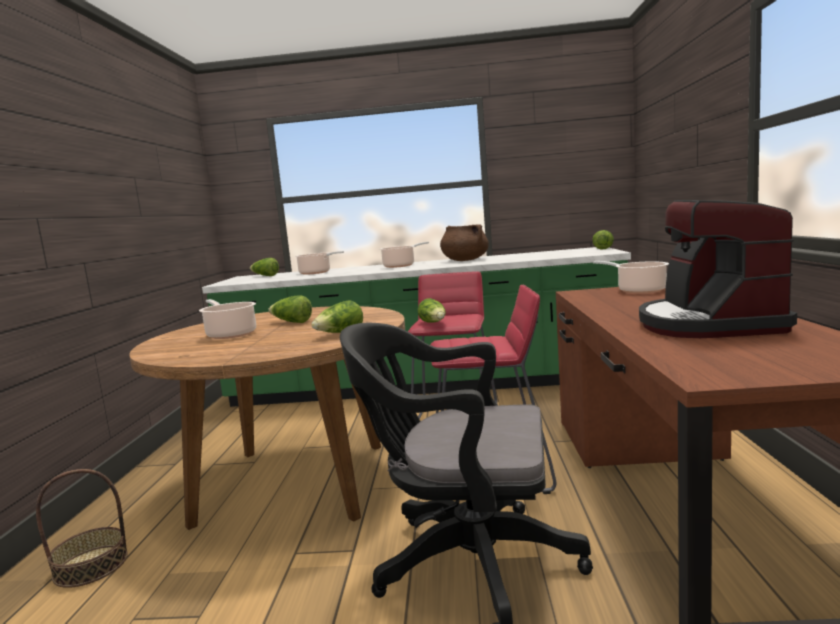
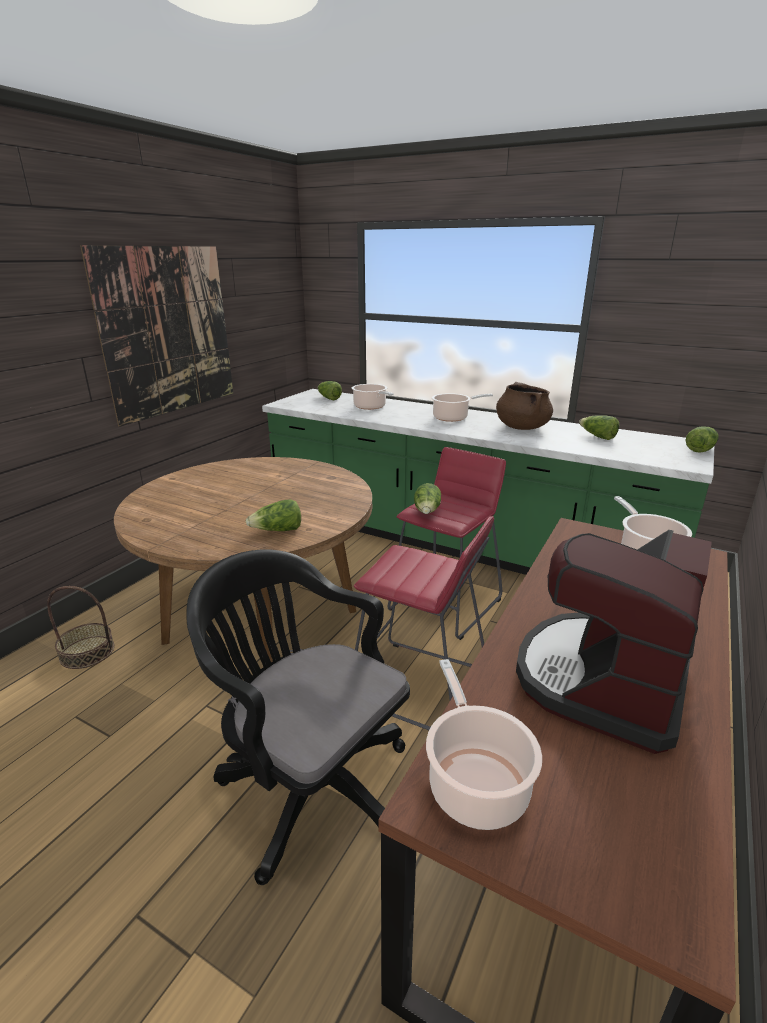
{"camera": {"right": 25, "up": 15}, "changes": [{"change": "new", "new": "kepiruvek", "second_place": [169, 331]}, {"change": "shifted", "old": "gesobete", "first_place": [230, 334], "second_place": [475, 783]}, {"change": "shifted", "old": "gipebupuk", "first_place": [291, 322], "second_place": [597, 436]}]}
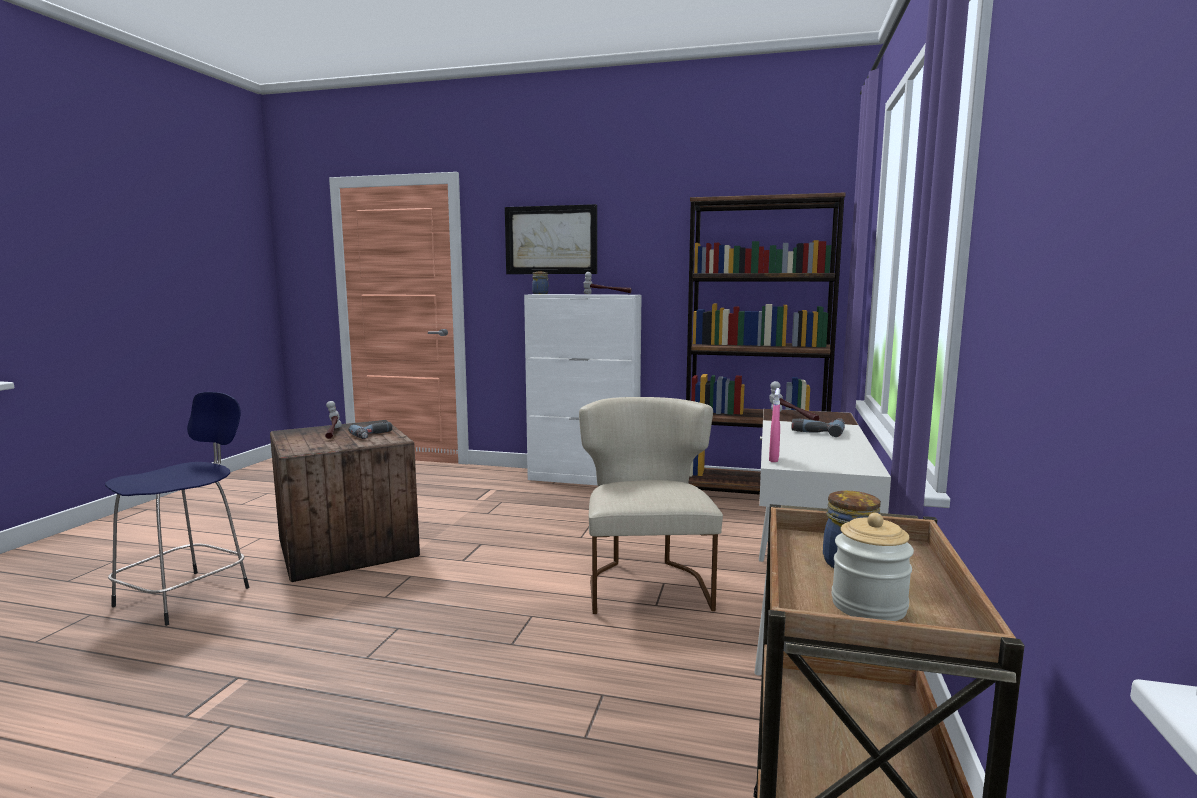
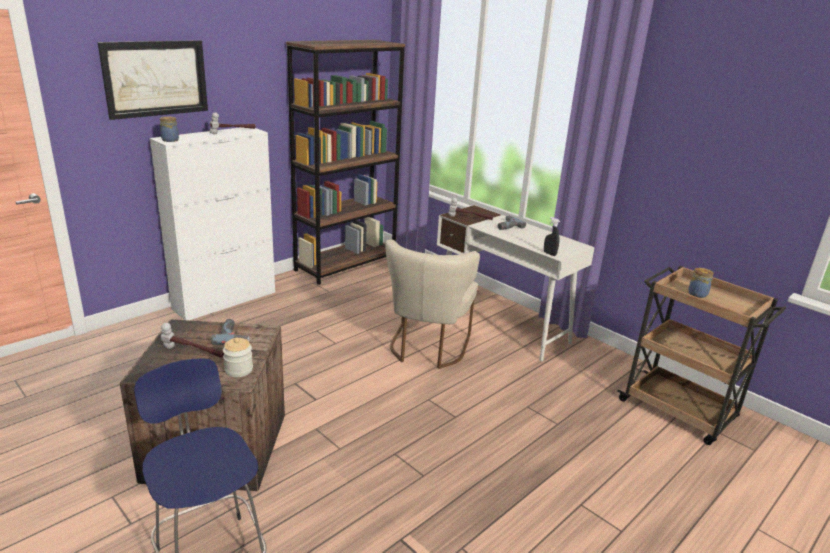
{"camera": {"right": -60, "up": 15}, "changes": [{"change": "shifted", "old": "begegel", "first_place": [868, 606], "second_place": [239, 370]}, {"change": "repainted", "old": "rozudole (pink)", "new": "rozudole (black)", "first_place": [774, 459], "second_place": [549, 254]}, {"change": "rotated", "old": "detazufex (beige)", "first_place": [646, 583], "second_place": [427, 349], "degrees": -105}]}
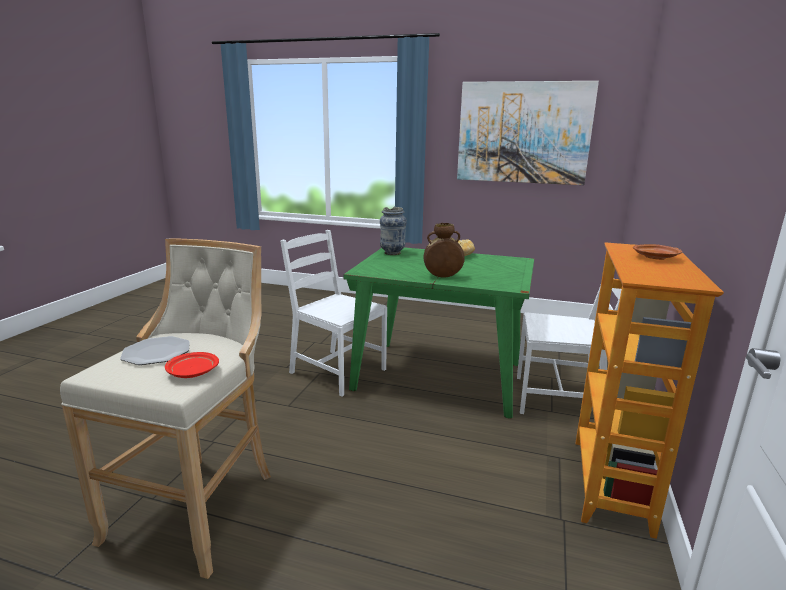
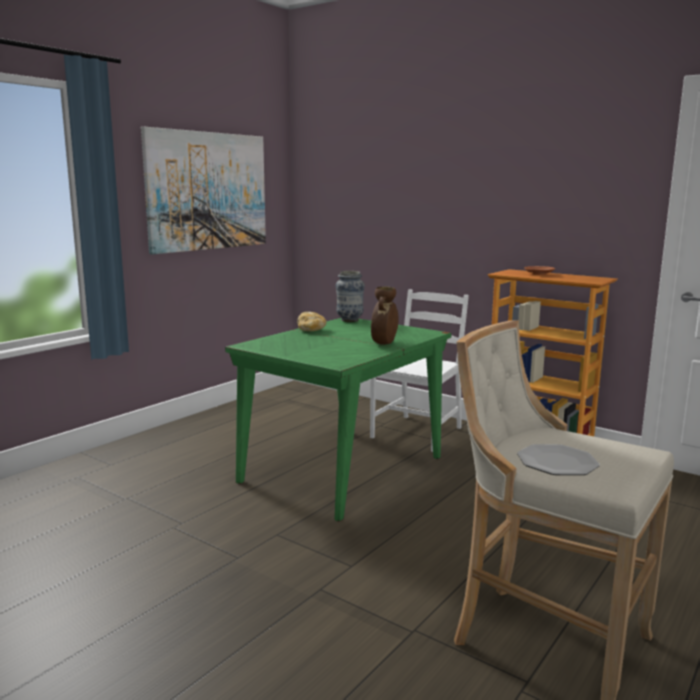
{"camera": {"right": -70, "up": -5}, "changes": [{"change": "gone", "old": "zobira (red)", "first_place": [192, 372]}, {"change": "gone", "old": "detazufex (white)", "first_place": [336, 371]}, {"change": "shifted", "old": "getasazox", "first_place": [392, 253], "second_place": [349, 320]}]}
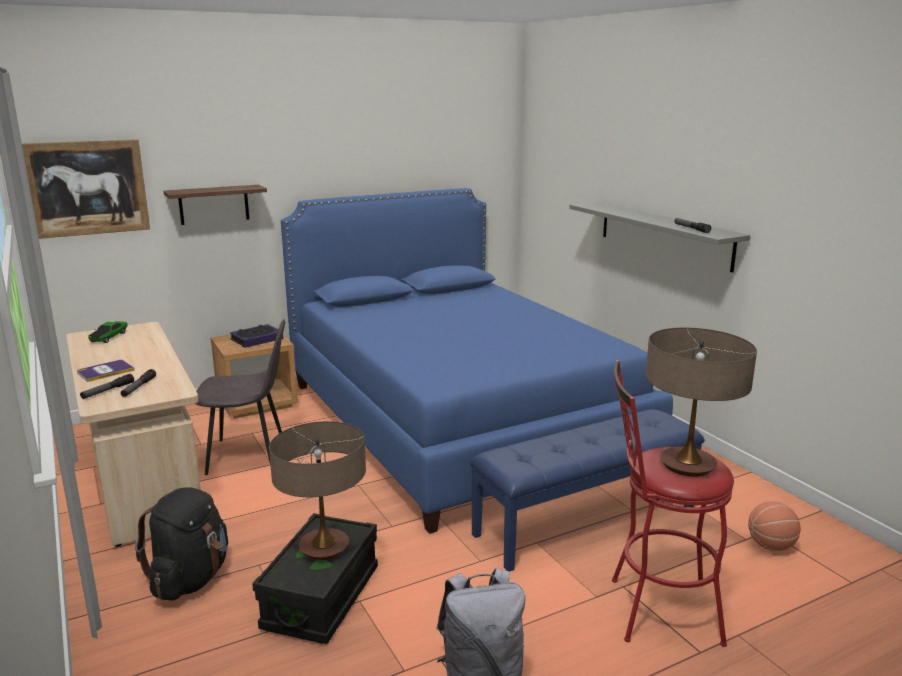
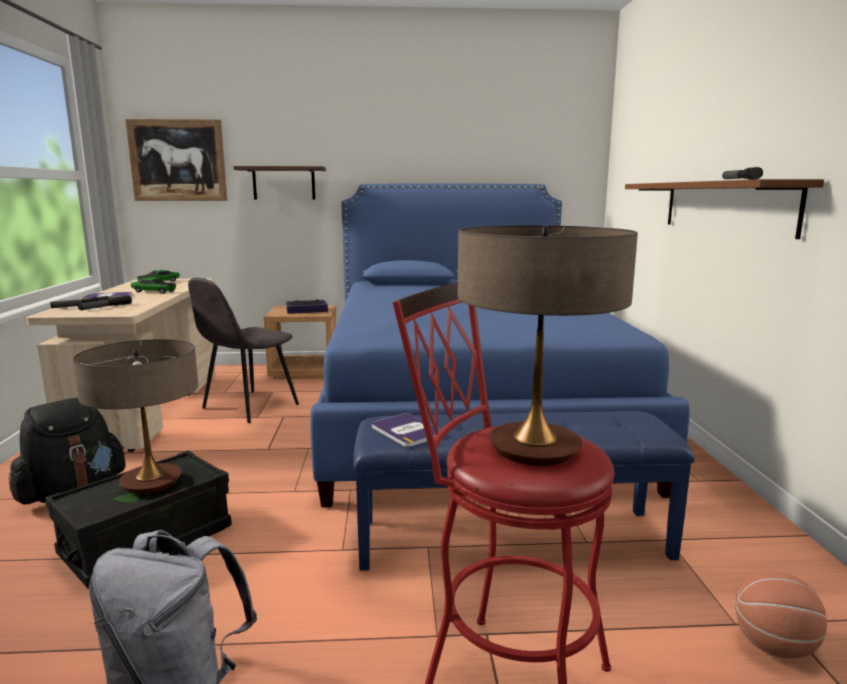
{"camera": {"right": 25, "up": -5}, "changes": [{"change": "new", "new": "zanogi", "second_place": [154, 291]}, {"change": "new", "new": "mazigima", "second_place": [406, 431]}, {"change": "repainted", "old": "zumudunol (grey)", "new": "zumudunol (brown)", "first_place": [663, 234], "second_place": [724, 206]}, {"change": "rotated", "old": "detazufex (grey)", "first_place": [249, 455], "second_place": [248, 407], "degrees": 105}]}
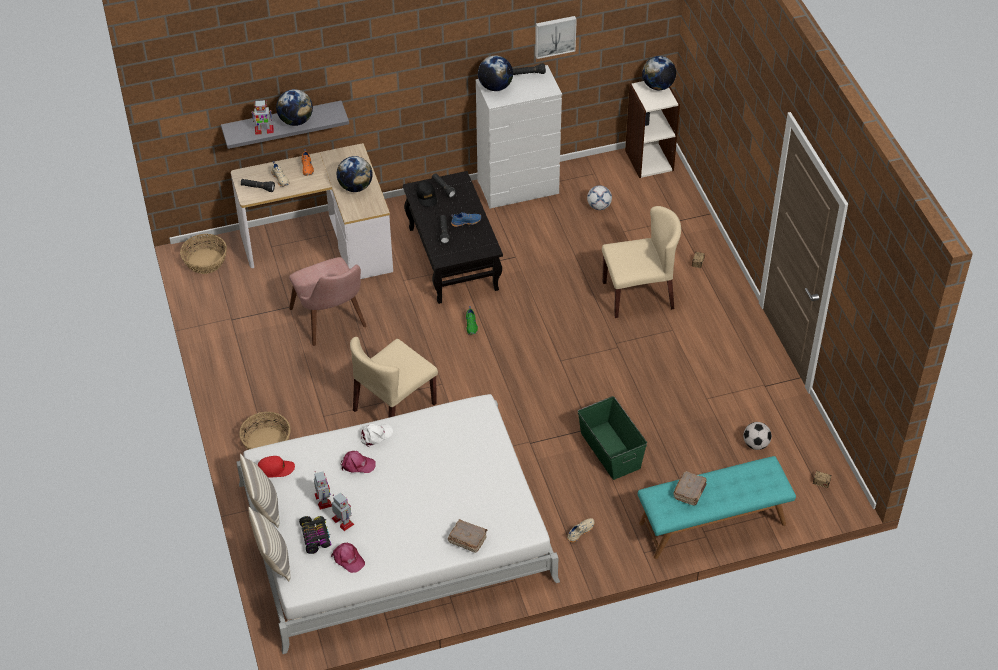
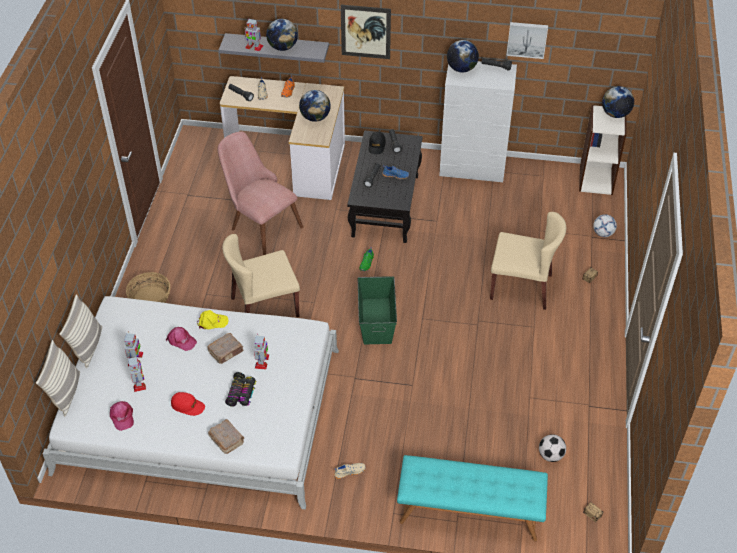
{"camera": {"right": 25, "up": 0}, "changes": [{"change": "gone", "old": "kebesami", "first_place": [205, 261]}, {"change": "new", "new": "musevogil", "second_place": [262, 361]}, {"change": "new", "new": "kepiruvek", "second_place": [365, 32]}, {"change": "shifted", "old": "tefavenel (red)", "first_place": [276, 469], "second_place": [188, 406]}, {"change": "shifted", "old": "zanogi", "first_place": [316, 537], "second_place": [242, 393]}, {"change": "shifted", "old": "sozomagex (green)", "first_place": [610, 450], "second_place": [376, 321]}, {"change": "shifted", "old": "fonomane", "first_place": [599, 206], "second_place": [603, 233]}, {"change": "shifted", "old": "mazigima (brown)", "first_place": [690, 492], "second_place": [226, 352]}, {"change": "repainted", "old": "tefavenel (white)", "new": "tefavenel (yellow)", "first_place": [376, 435], "second_place": [212, 322]}, {"change": "rotated", "old": "detazufex (pink)", "first_place": [333, 323], "second_place": [260, 224], "degrees": 135}]}
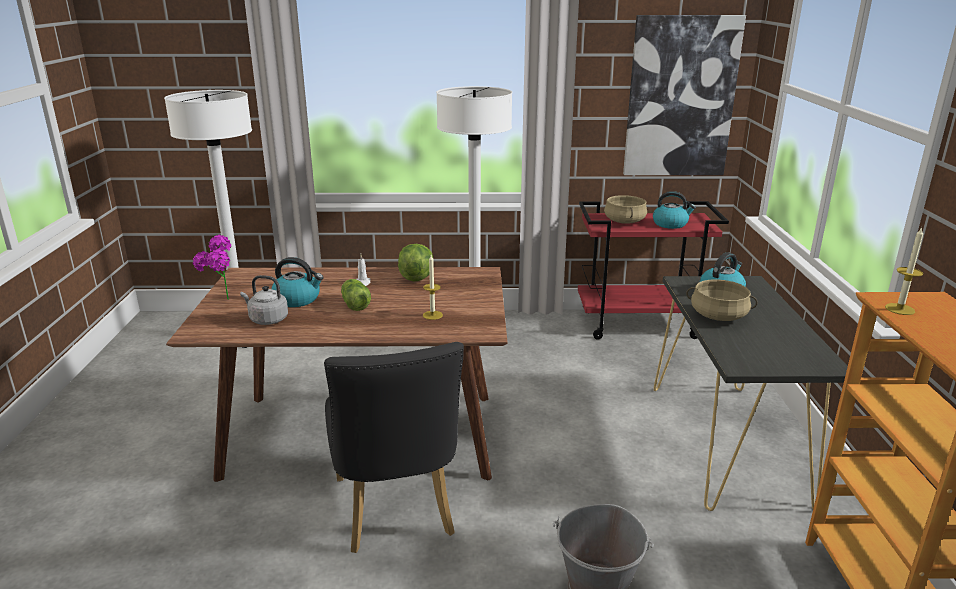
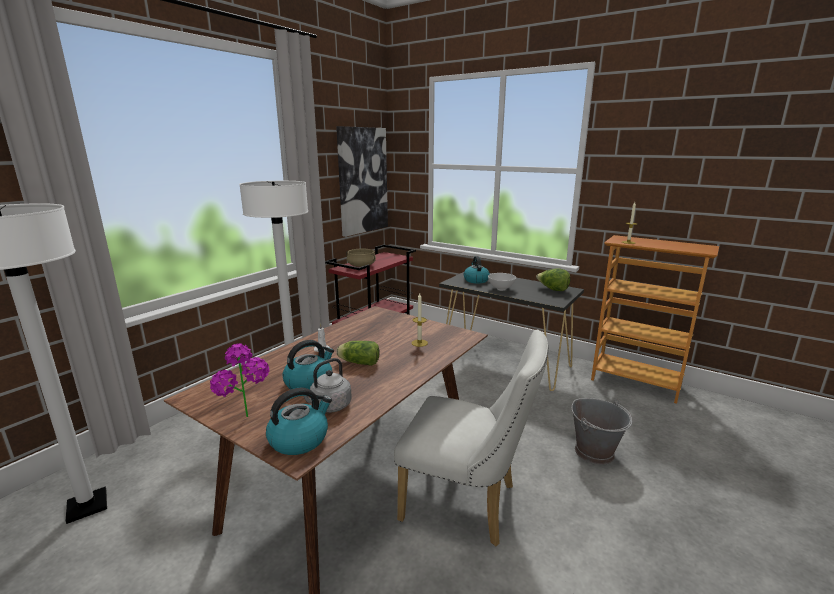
{"camera": {"right": -55, "up": -5}, "changes": [{"change": "shifted", "old": "gipebupuk", "first_place": [416, 276], "second_place": [552, 290]}, {"change": "shifted", "old": "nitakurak", "first_place": [670, 224], "second_place": [299, 439]}, {"change": "swapped", "old": "gesobete (beige)", "new": "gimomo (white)", "first_place": [718, 316], "second_place": [501, 289]}, {"change": "repainted", "old": "detazufex (black)", "new": "detazufex (white)", "first_place": [396, 513], "second_place": [467, 504]}]}
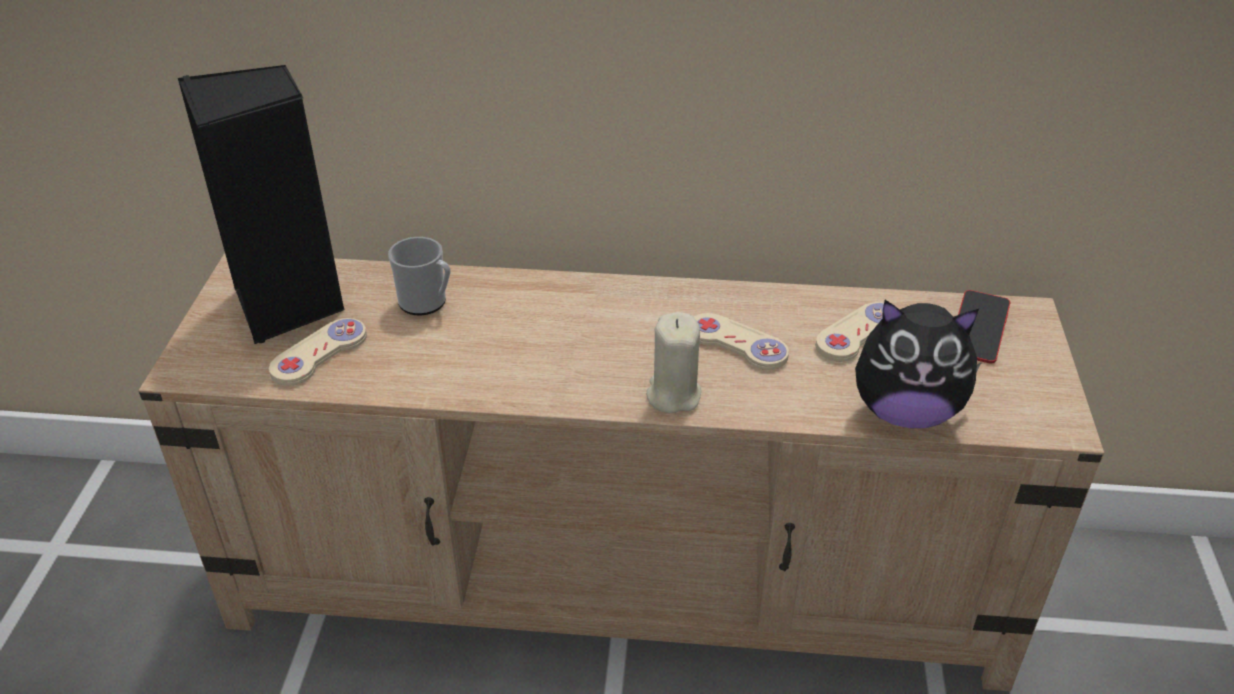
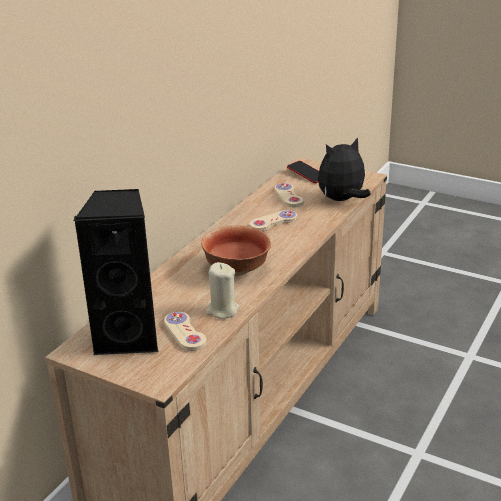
{"camera": {"right": -65, "up": -10}, "changes": [{"change": "gone", "old": "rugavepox", "first_place": [427, 303]}, {"change": "new", "new": "gimomo", "second_place": [237, 269]}, {"change": "shifted", "old": "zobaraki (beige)", "first_place": [673, 394], "second_place": [222, 310]}, {"change": "rotated", "old": "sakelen", "first_place": [905, 411], "second_place": [342, 200], "degrees": -150}]}
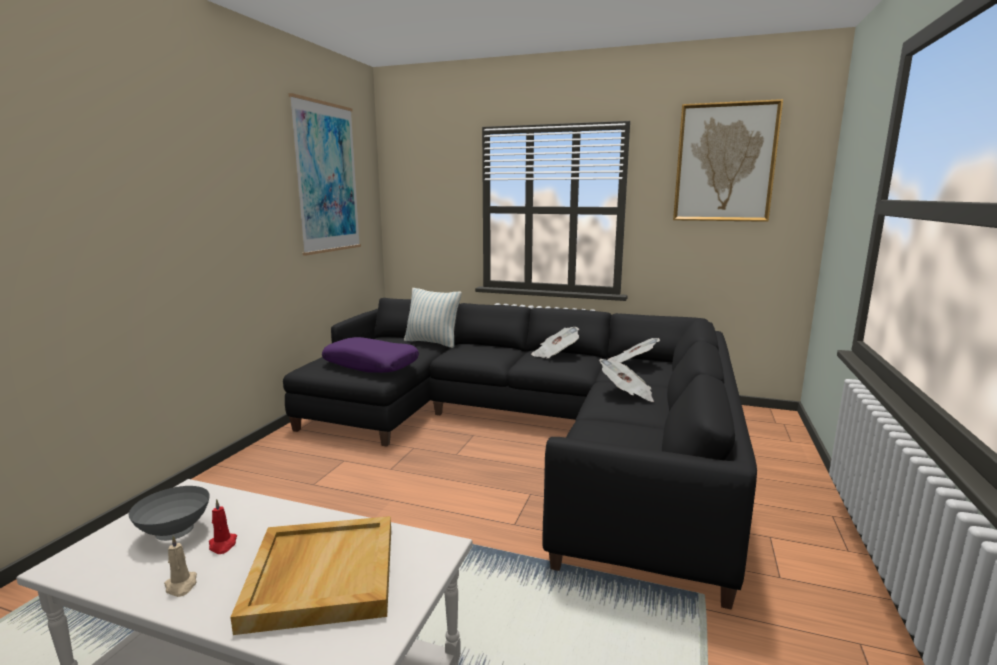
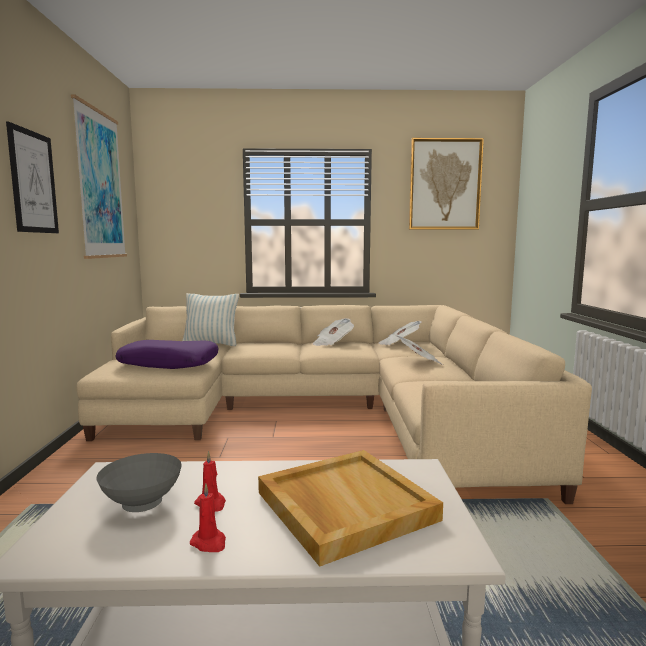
{"camera": {"right": -20, "up": -5}, "changes": [{"change": "new", "new": "kepiruvek", "second_place": [33, 182]}, {"change": "repainted", "old": "zobaraki (beige)", "new": "zobaraki (red)", "first_place": [181, 585], "second_place": [209, 543]}, {"change": "repainted", "old": "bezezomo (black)", "new": "bezezomo (beige)", "first_place": [529, 430], "second_place": [322, 411]}]}
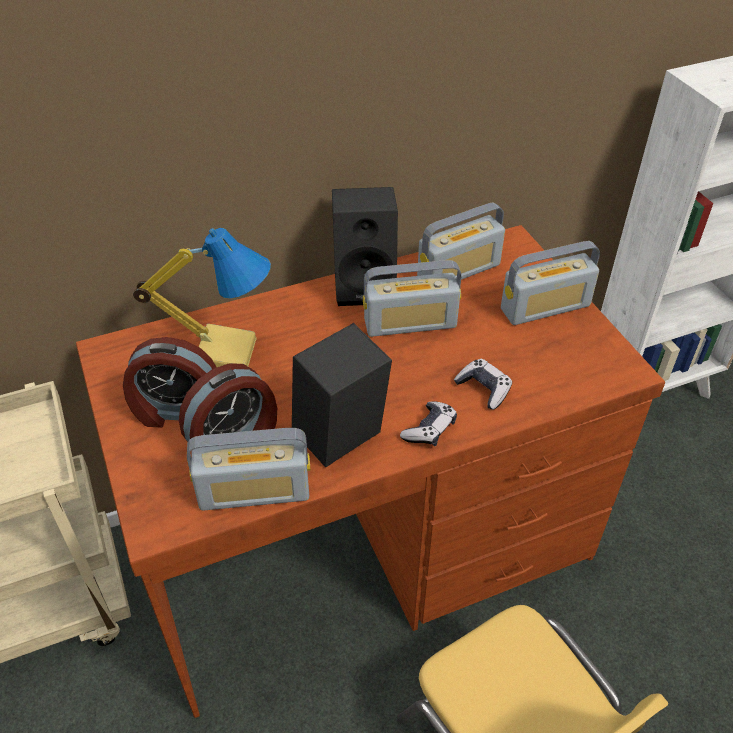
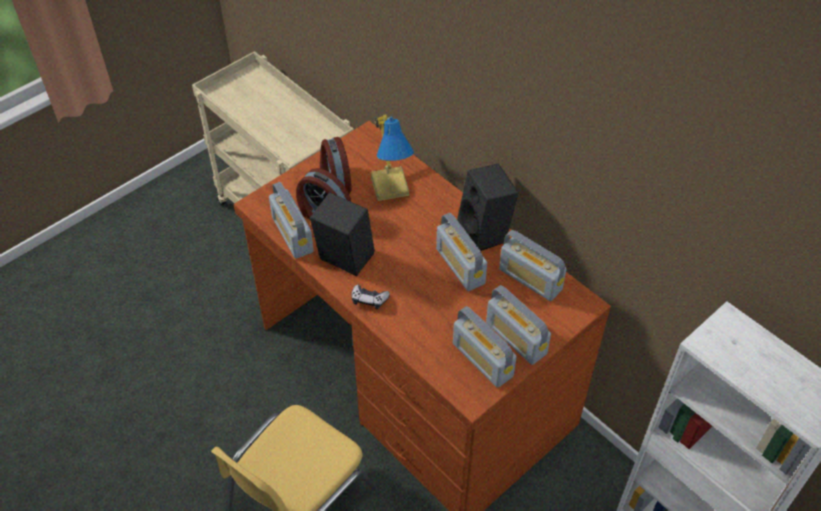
{"camera": {"right": 70, "up": 5}, "changes": [{"change": "gone", "old": "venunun", "first_place": [483, 389]}, {"change": "new", "new": "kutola", "second_place": [482, 360]}]}
